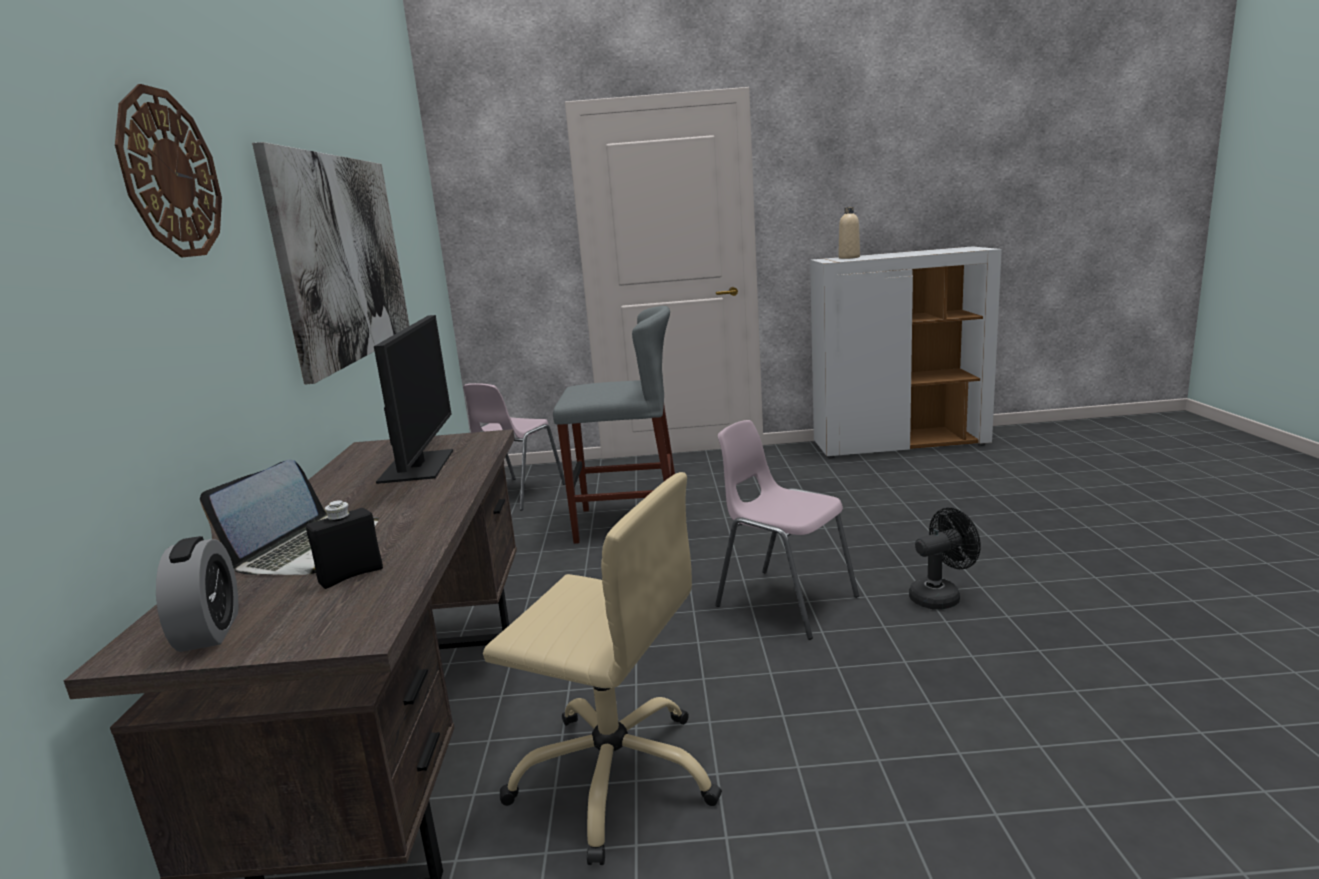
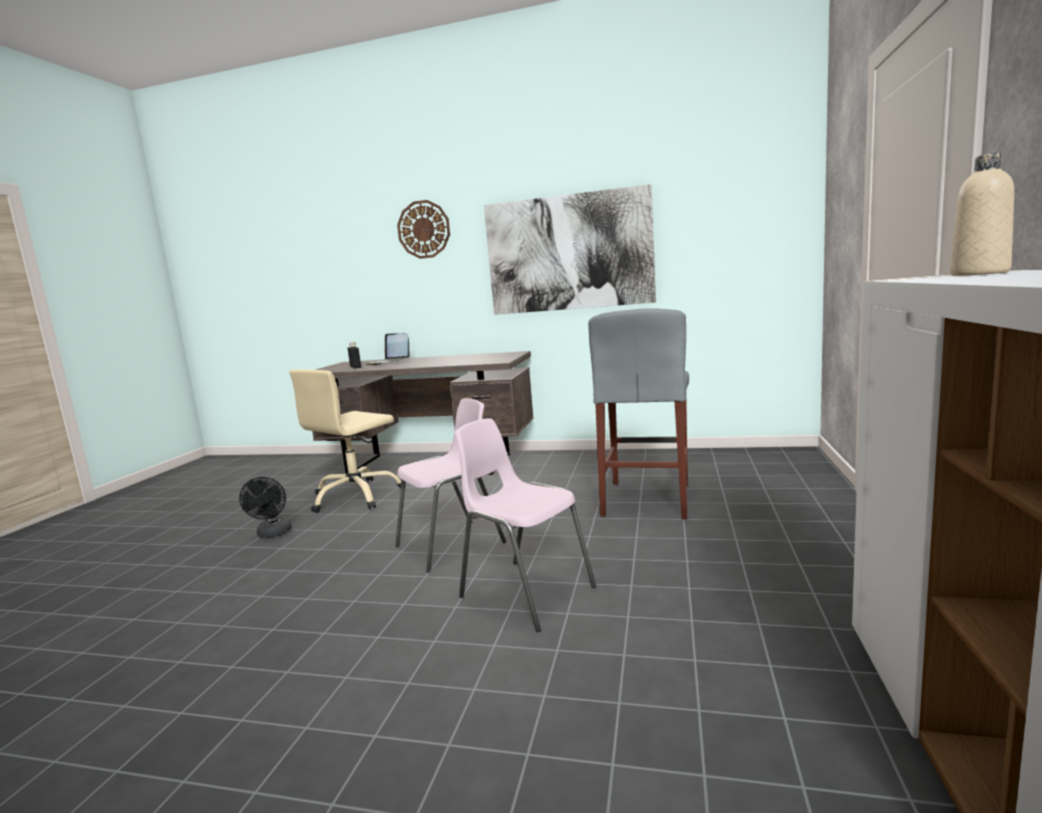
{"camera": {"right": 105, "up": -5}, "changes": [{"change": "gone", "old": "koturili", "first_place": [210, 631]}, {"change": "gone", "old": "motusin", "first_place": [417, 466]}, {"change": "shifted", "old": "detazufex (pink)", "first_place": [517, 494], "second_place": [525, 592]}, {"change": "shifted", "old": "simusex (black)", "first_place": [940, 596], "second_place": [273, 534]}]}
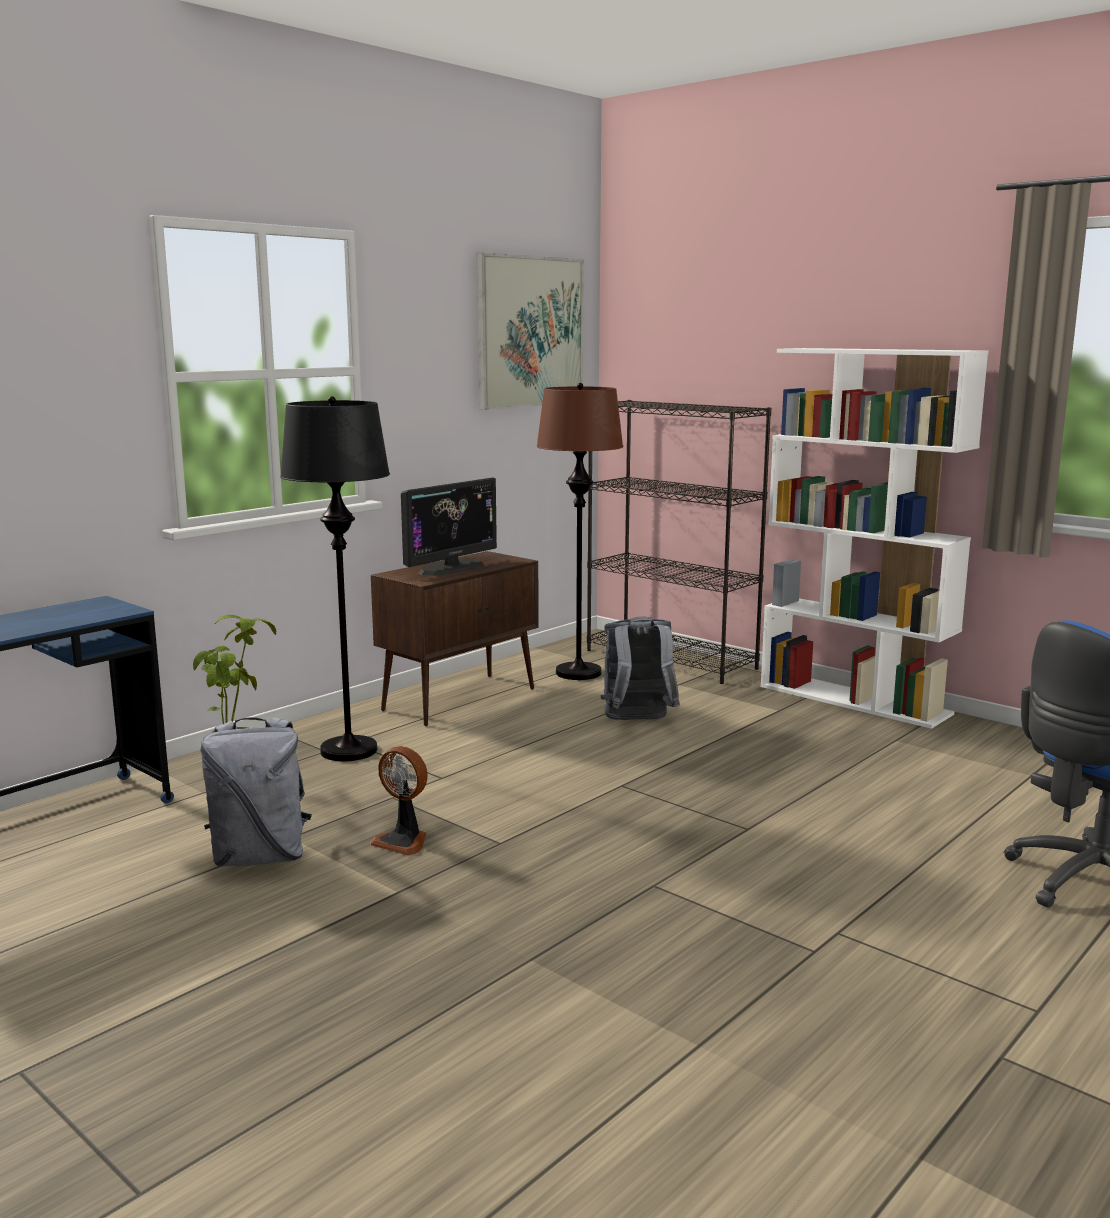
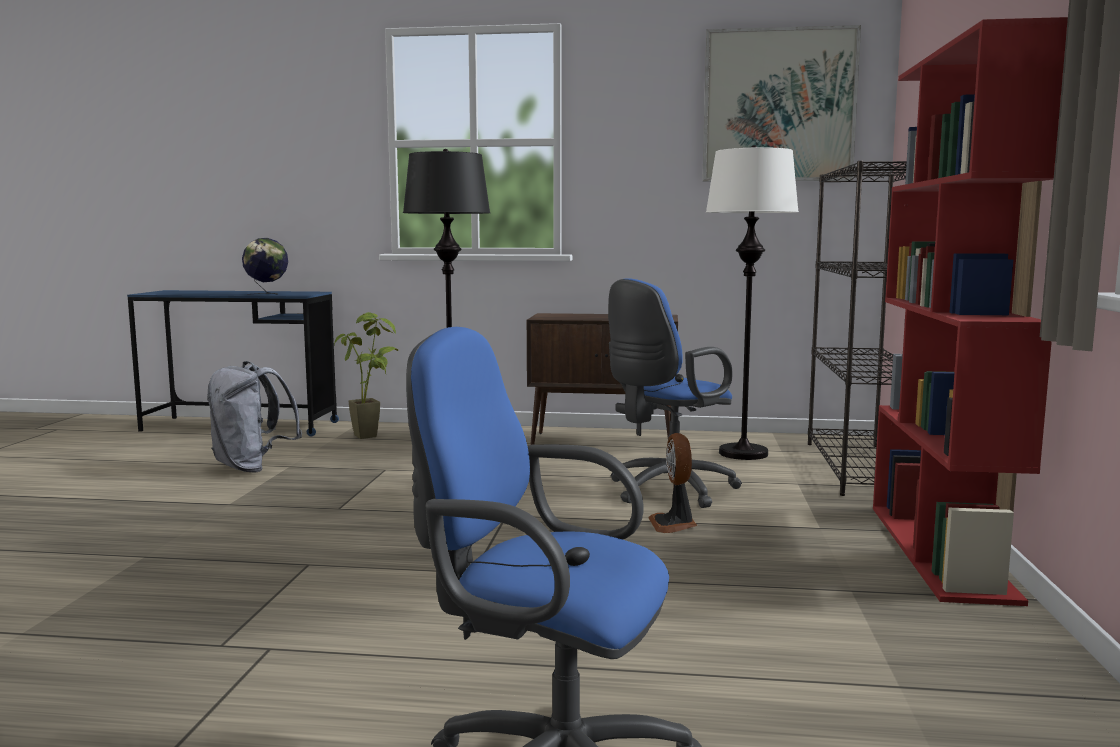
{"camera": {"right": 55, "up": -5}, "changes": [{"change": "gone", "old": "motusin", "first_place": [451, 568]}, {"change": "new", "new": "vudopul", "second_place": [267, 294]}, {"change": "shifted", "old": "simusex", "first_place": [403, 841], "second_place": [674, 524]}, {"change": "swapped", "old": "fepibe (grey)", "new": "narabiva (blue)", "first_place": [637, 721], "second_place": [666, 491]}, {"change": "repainted", "old": "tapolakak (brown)", "new": "tapolakak (white)", "first_place": [578, 673], "second_place": [743, 453]}, {"change": "repainted", "old": "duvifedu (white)", "new": "duvifedu (red)", "first_place": [855, 700], "second_place": [941, 551]}]}
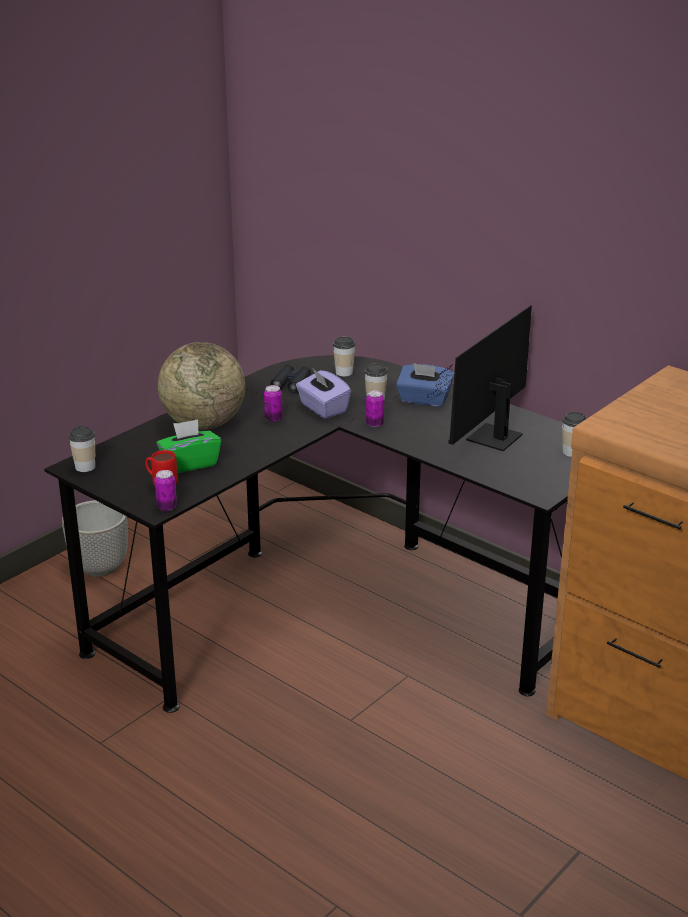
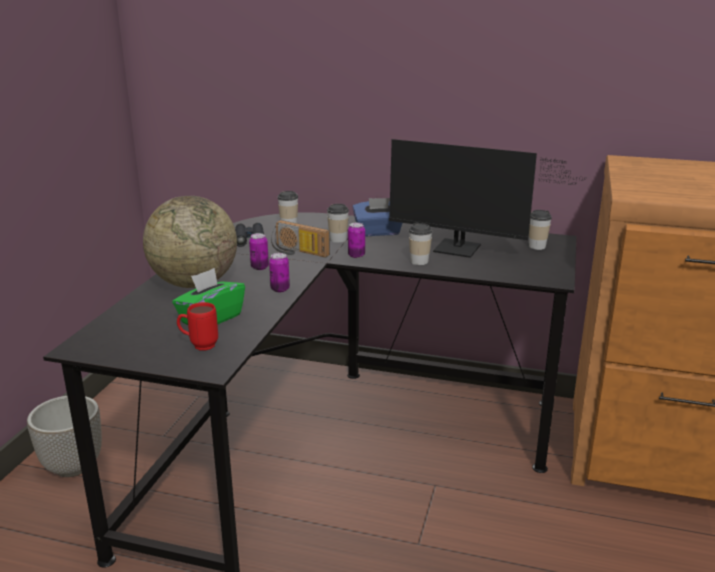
{"camera": {"right": -25, "up": -5}, "changes": [{"change": "shifted", "old": "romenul", "first_place": [85, 467], "second_place": [419, 261]}, {"change": "shifted", "old": "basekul", "first_place": [166, 507], "second_place": [280, 289]}, {"change": "swapped", "old": "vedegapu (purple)", "new": "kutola", "first_place": [323, 408], "second_place": [298, 252]}, {"change": "rotated", "old": "motusin", "first_place": [488, 440], "second_place": [463, 250], "degrees": -75}]}
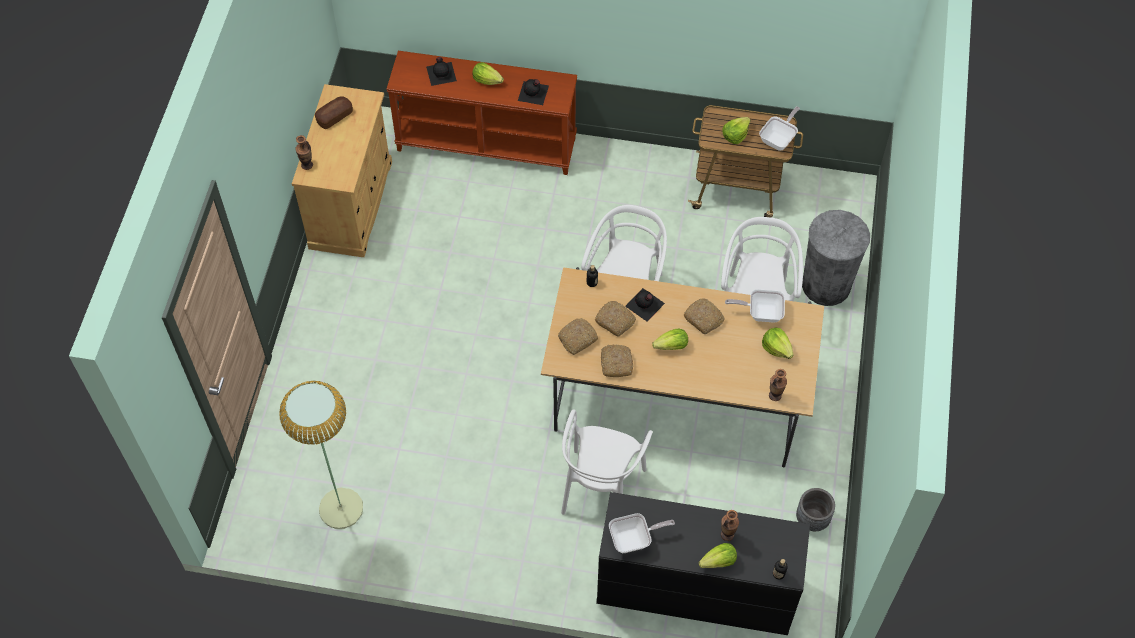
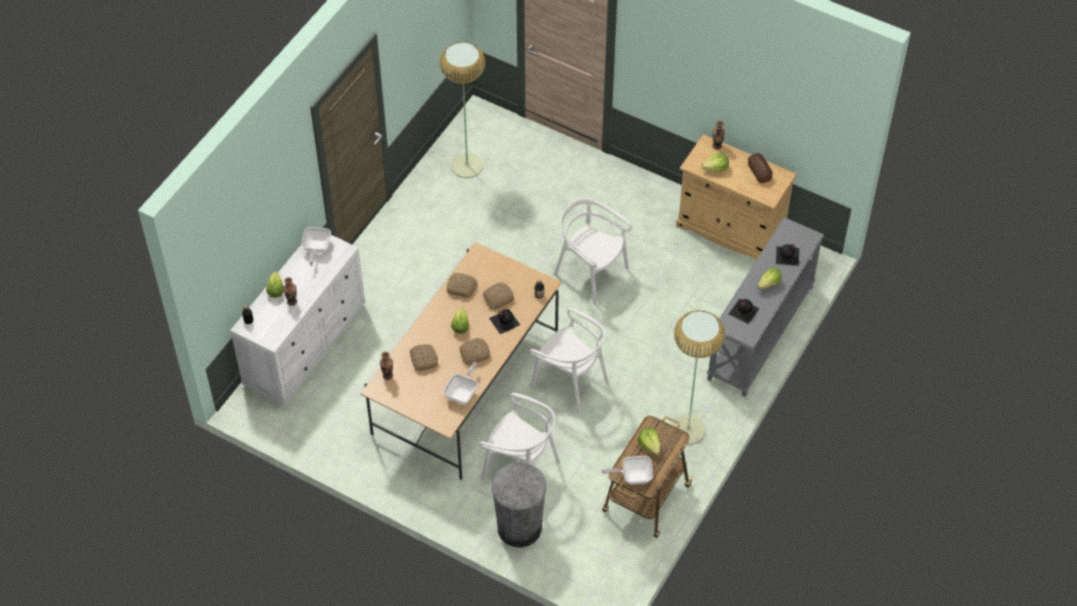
{"camera": {"right": 110, "up": -5}, "changes": [{"change": "gone", "old": "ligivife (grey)", "first_place": [812, 519]}, {"change": "new", "new": "tapolakak", "second_place": [688, 429]}, {"change": "shifted", "old": "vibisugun", "first_place": [577, 339], "second_place": [423, 359]}, {"change": "shifted", "old": "detazufex (white)", "first_place": [600, 488], "second_place": [590, 273]}, {"change": "shifted", "old": "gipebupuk", "first_place": [776, 348], "second_place": [716, 168]}, {"change": "repainted", "old": "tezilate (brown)", "new": "tezilate (grey)", "first_place": [487, 144], "second_place": [761, 333]}, {"change": "repainted", "old": "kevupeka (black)", "new": "kevupeka (white)", "first_place": [694, 589], "second_place": [305, 344]}, {"change": "rotated", "old": "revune", "first_place": [779, 139], "second_place": [632, 476], "degrees": 120}]}
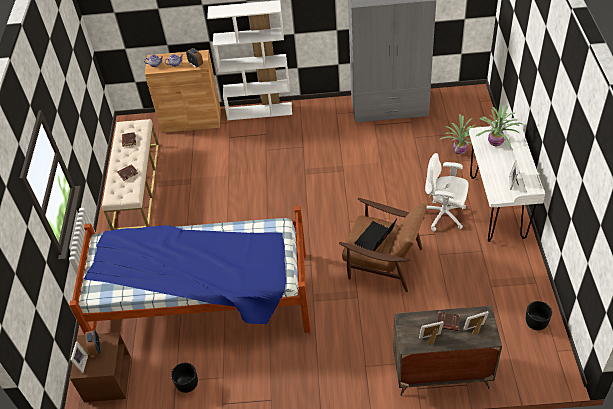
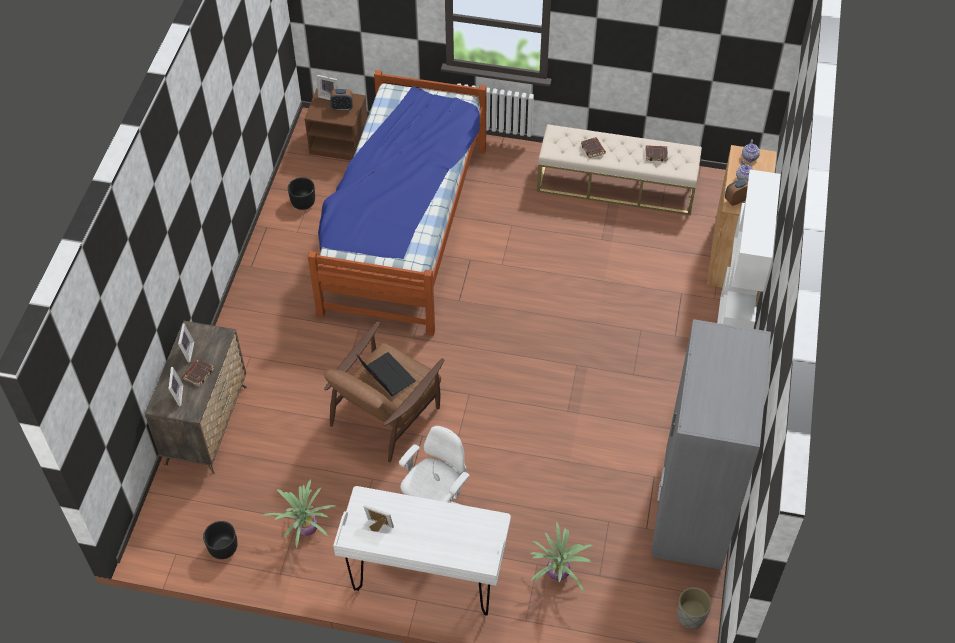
{"camera": {"right": 100, "up": 5}, "changes": [{"change": "new", "new": "ligivife (grey)", "second_place": [691, 616]}, {"change": "shifted", "old": "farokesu", "first_place": [495, 143], "second_place": [305, 528]}]}
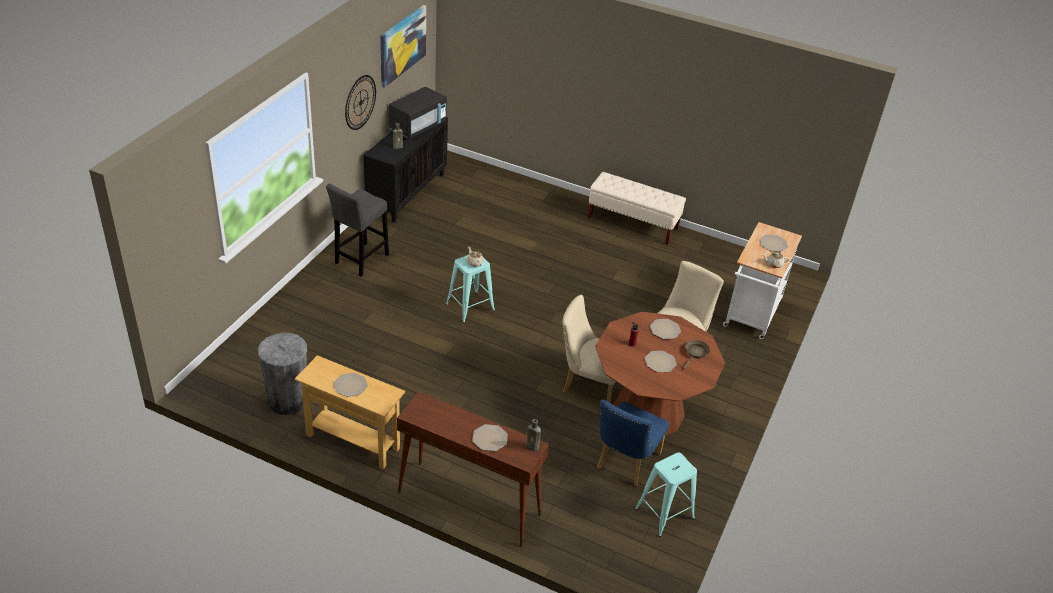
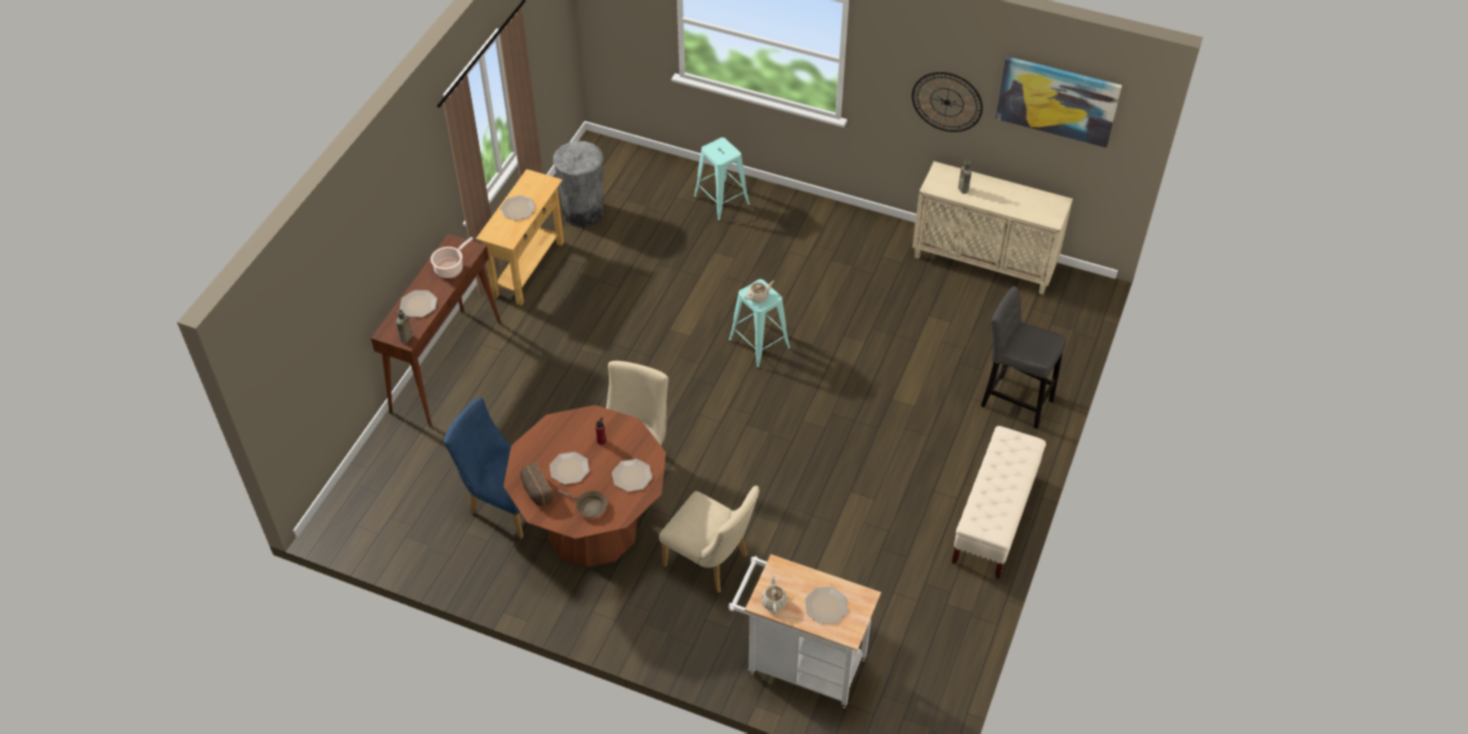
{"camera": {"right": 90, "up": 10}, "changes": [{"change": "gone", "old": "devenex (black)", "first_place": [418, 126]}, {"change": "new", "new": "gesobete", "second_place": [450, 268]}, {"change": "new", "new": "vibisugun", "second_place": [536, 491]}, {"change": "shifted", "old": "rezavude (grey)", "first_place": [360, 260], "second_place": [1013, 400]}, {"change": "shifted", "old": "rezavude (turquoise)", "first_place": [664, 513], "second_place": [721, 201]}, {"change": "repainted", "old": "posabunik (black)", "new": "posabunik (beige)", "first_place": [407, 193], "second_place": [985, 262]}]}
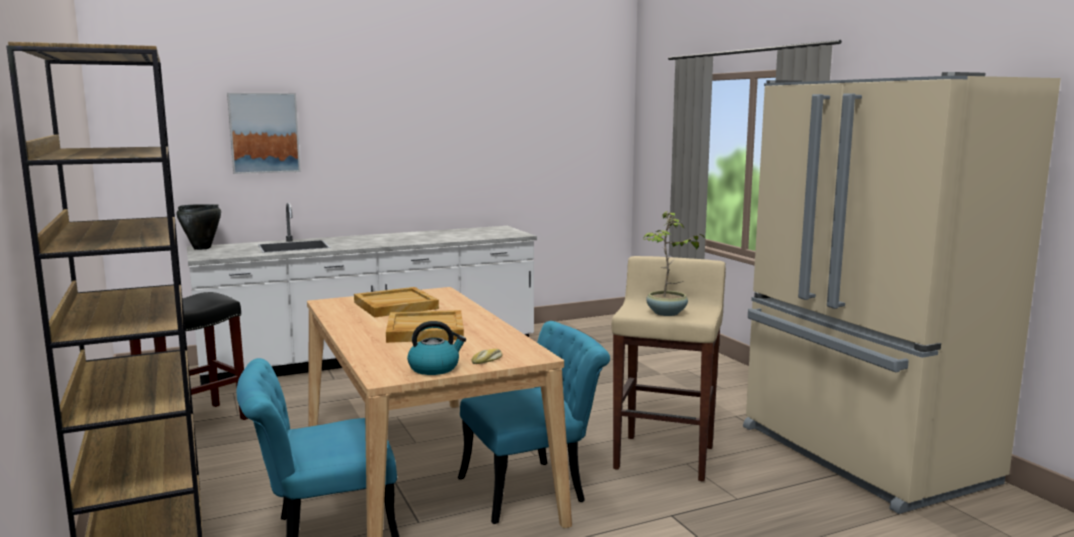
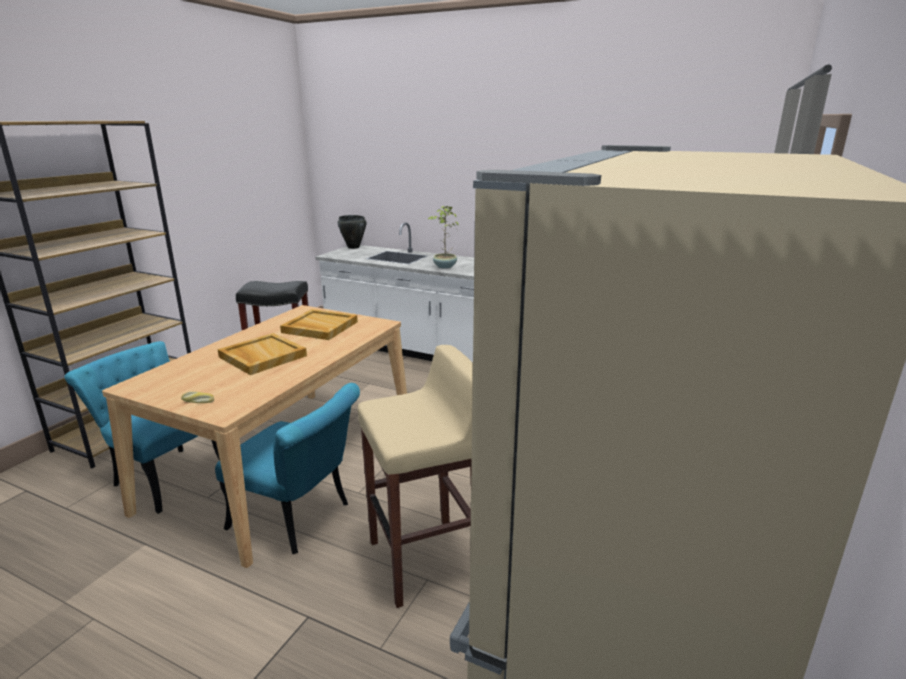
{"camera": {"right": 50, "up": 10}, "changes": [{"change": "gone", "old": "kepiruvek", "first_place": [264, 133]}, {"change": "gone", "old": "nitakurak", "first_place": [434, 368]}, {"change": "shifted", "old": "farokesu", "first_place": [667, 313], "second_place": [444, 267]}]}
